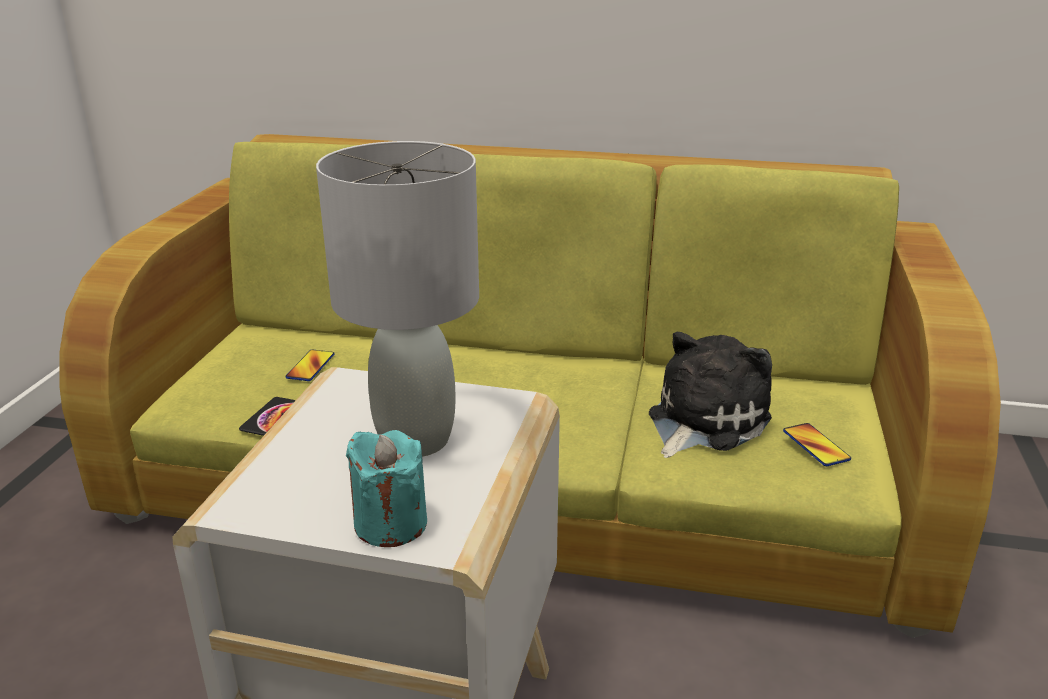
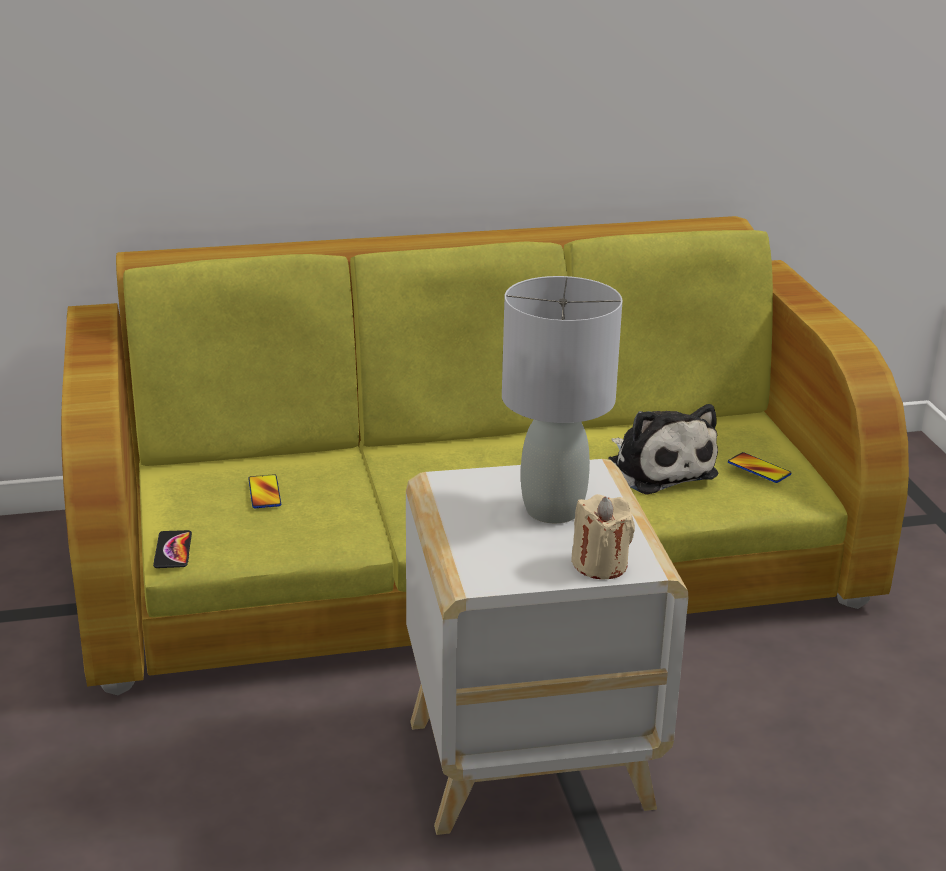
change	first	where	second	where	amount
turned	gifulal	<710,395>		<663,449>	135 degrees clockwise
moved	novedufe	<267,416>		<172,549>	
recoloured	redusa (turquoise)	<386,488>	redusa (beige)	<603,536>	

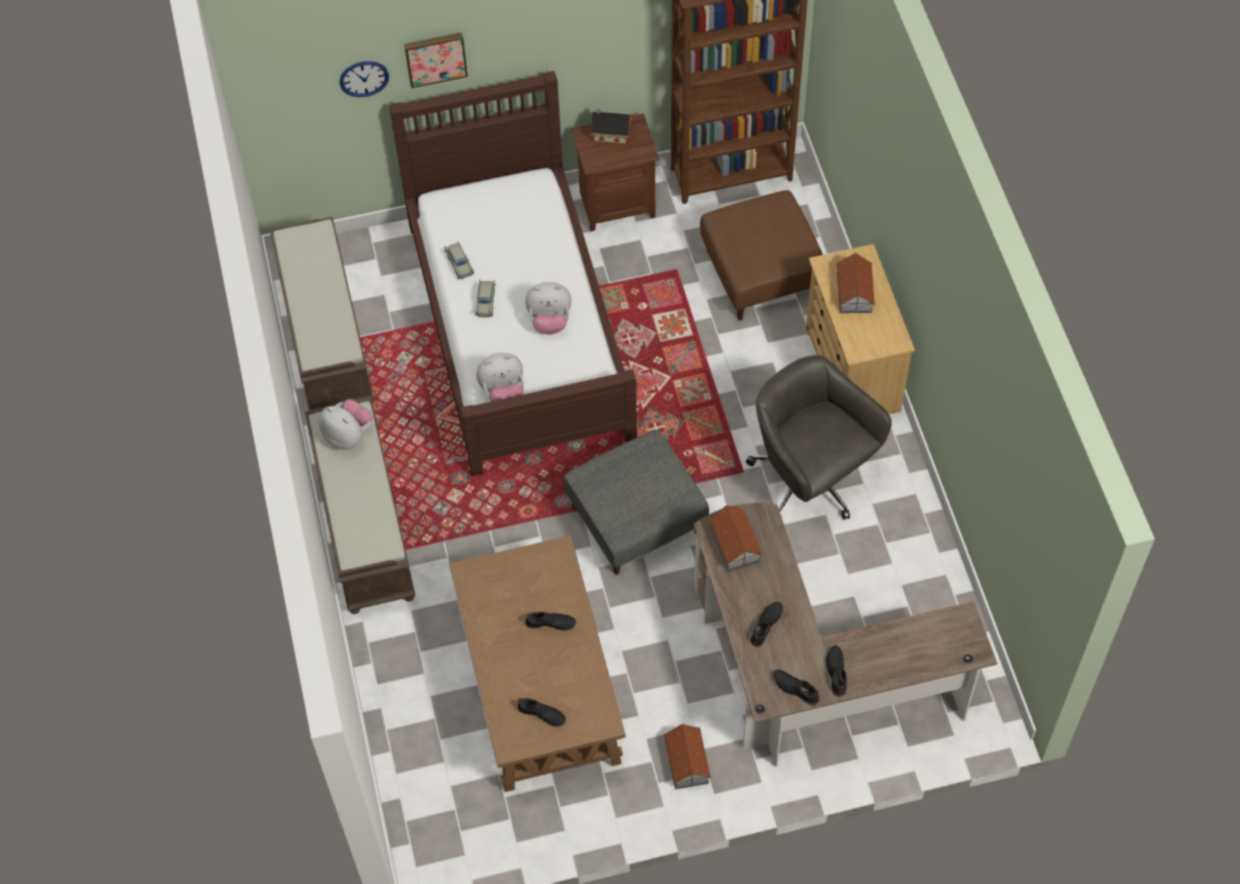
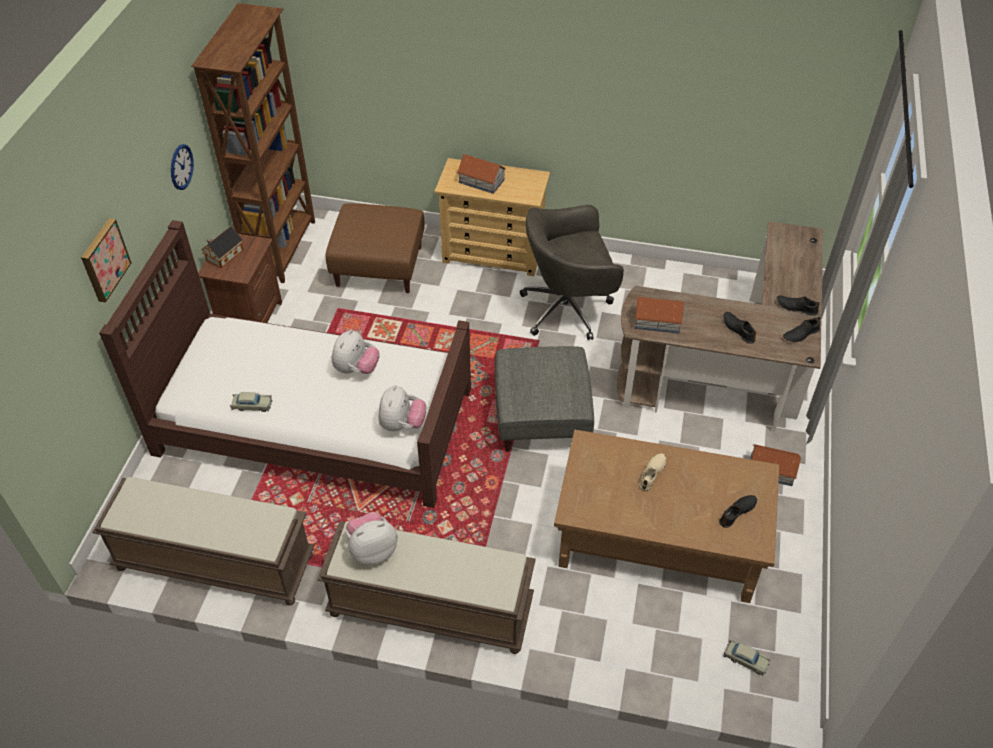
change	first	where	second	where	amount
moved	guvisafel	<364,79>		<182,167>	
moved	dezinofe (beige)	<485,298>		<747,658>	
recoloured	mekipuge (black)	<550,621>	mekipuge (beige)	<652,472>	

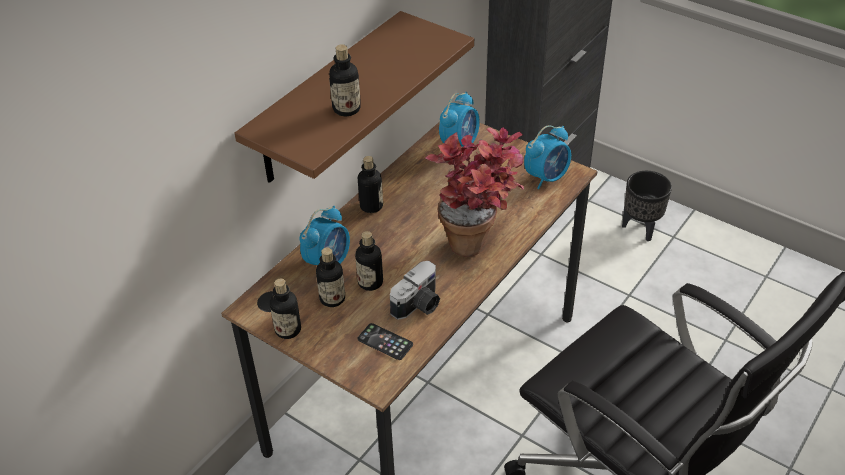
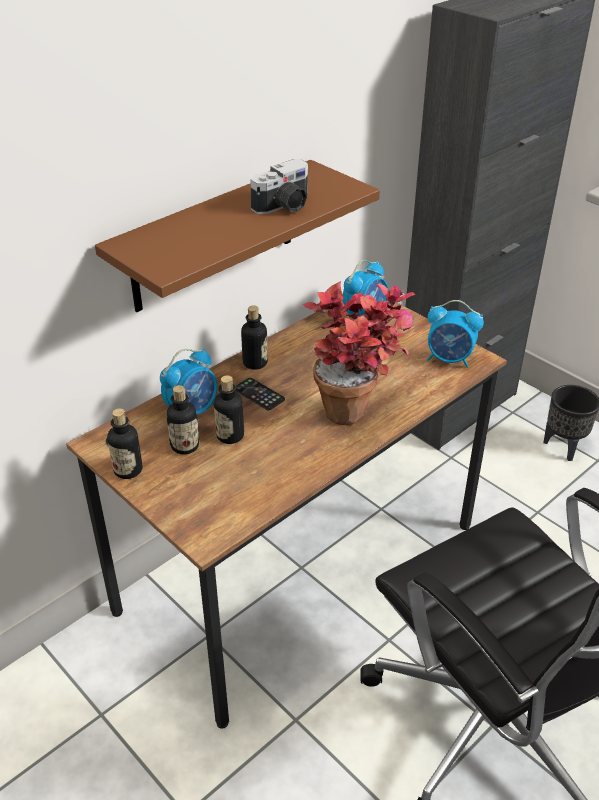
change	first	where	second	where	amount
removed	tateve	<345,80>			
turned	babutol	<547,157>		<455,334>	45 degrees clockwise
moved	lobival	<415,290>		<279,186>	
moved	novedufe	<385,341>		<260,394>	

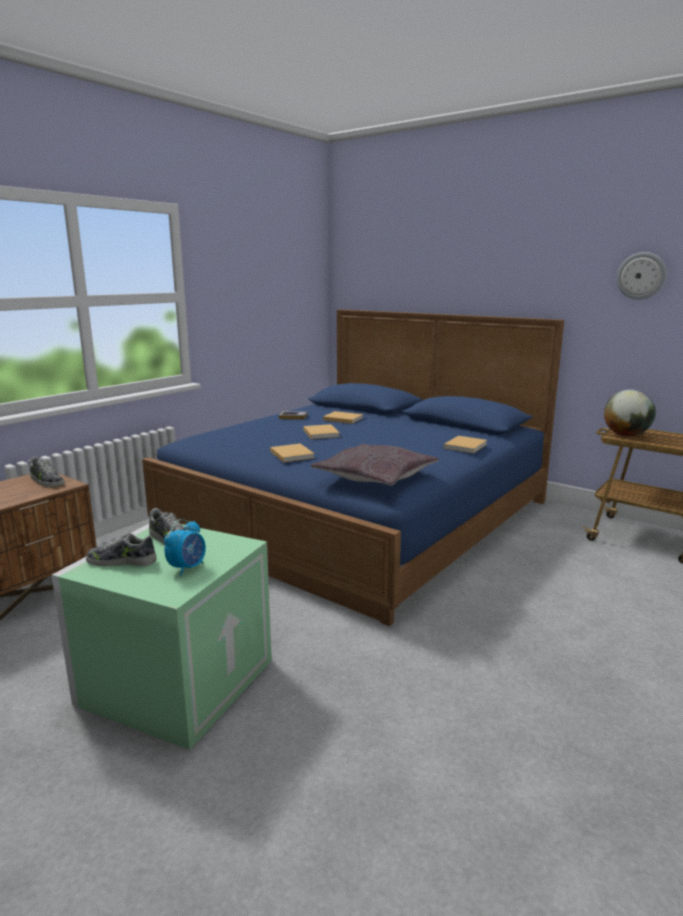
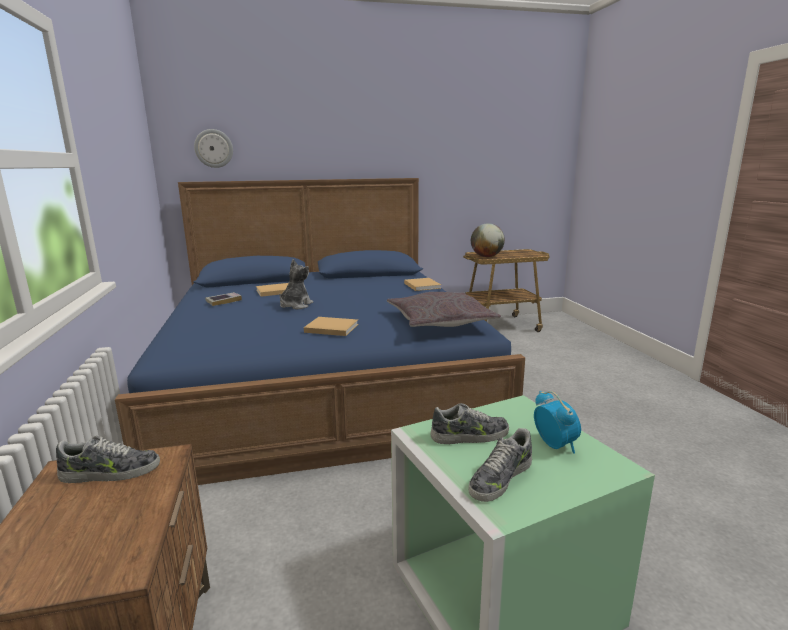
change	first	where	second	where	amount
moved	guvisafel	<642,276>		<213,148>	
replaced	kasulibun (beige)	<321,431>	gifulal	<296,284>	

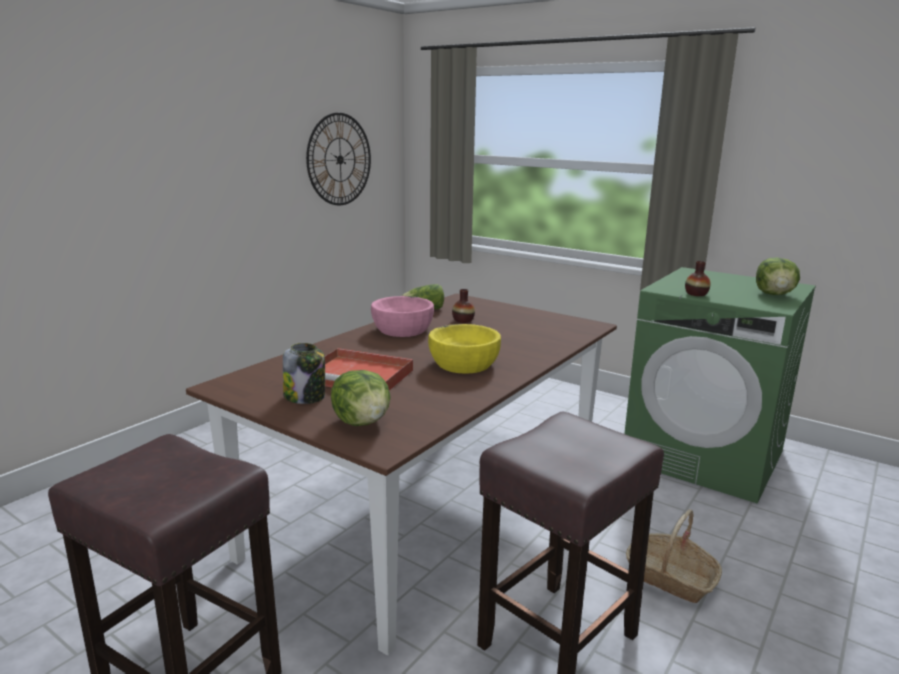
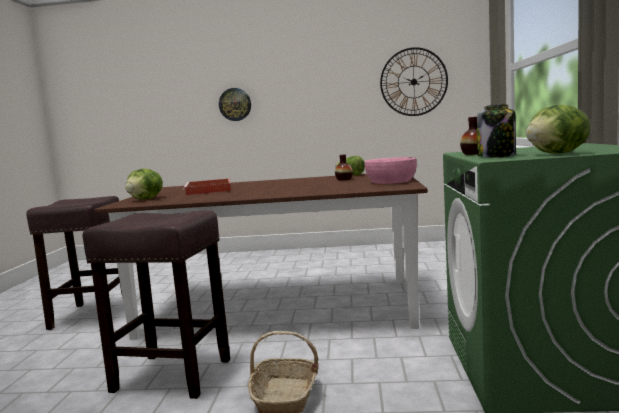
change	first	where	second	where	amount
moved	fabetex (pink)	<402,316>		<391,170>	
removed	fabetex (yellow)	<464,349>			
moved	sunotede	<304,373>		<496,131>	
added			guvisafel	<235,104>	

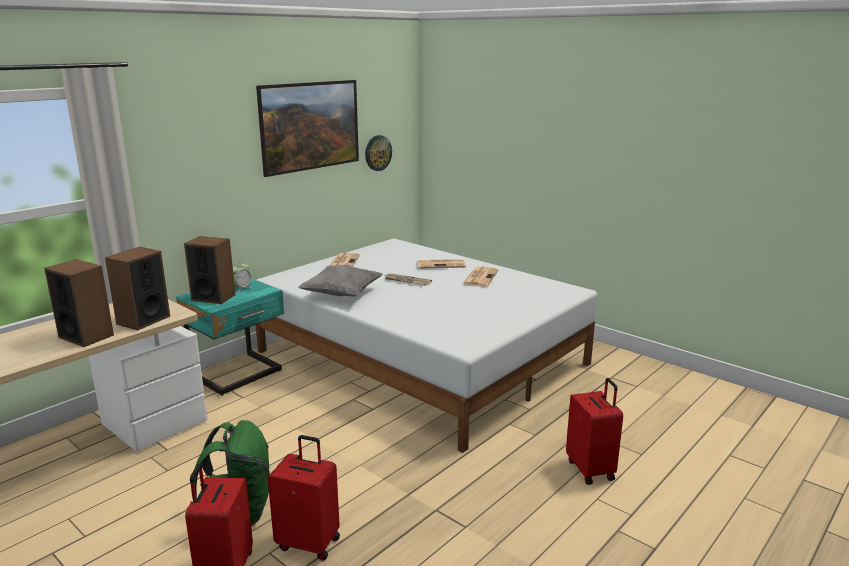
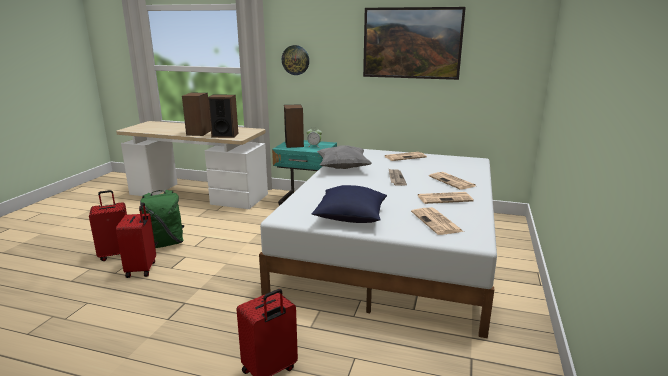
change	first	where	second	where	amount
moved	guvisafel	<378,153>		<295,60>	
added			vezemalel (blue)	<349,204>	
added			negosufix	<437,221>	

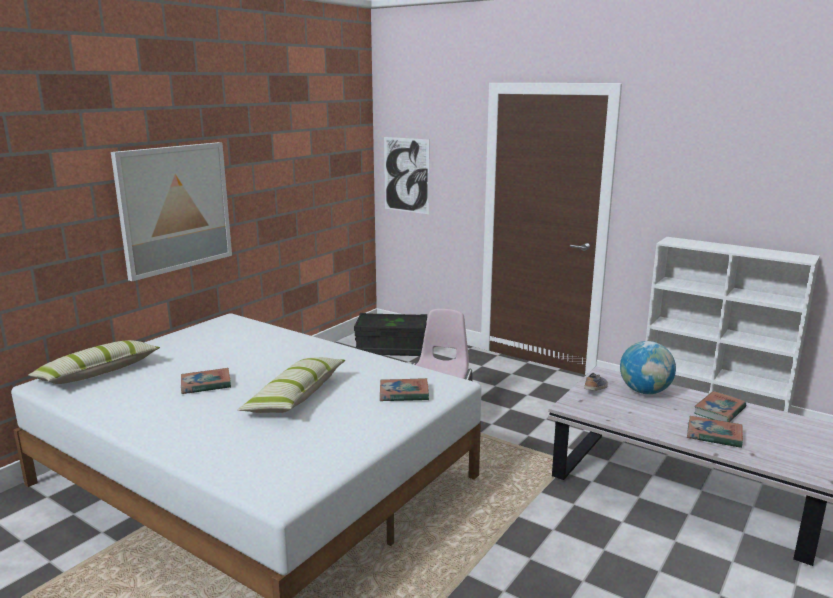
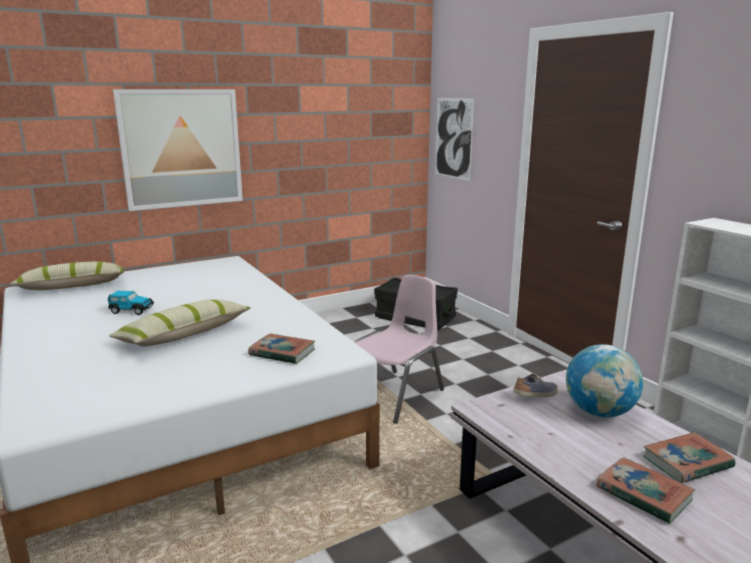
change	first	where	second	where	amount
replaced	kasulibun	<206,381>	dezinofe	<131,303>	

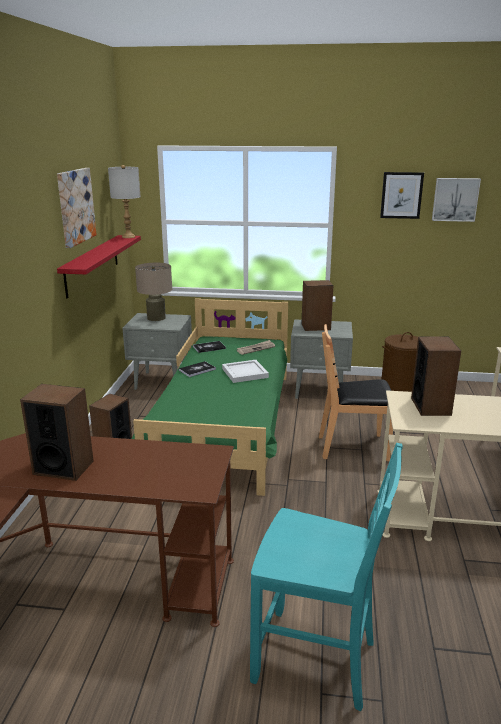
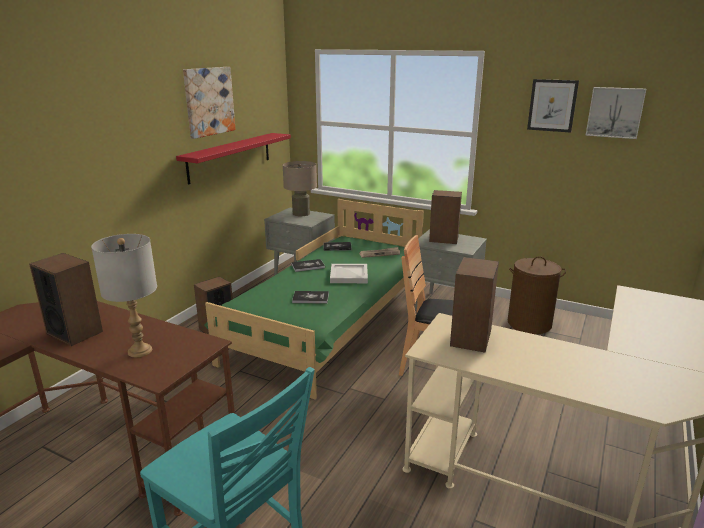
change	first	where	second	where	amount
moved	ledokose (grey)	<124,201>		<124,295>	
added			kasulibun	<310,297>	

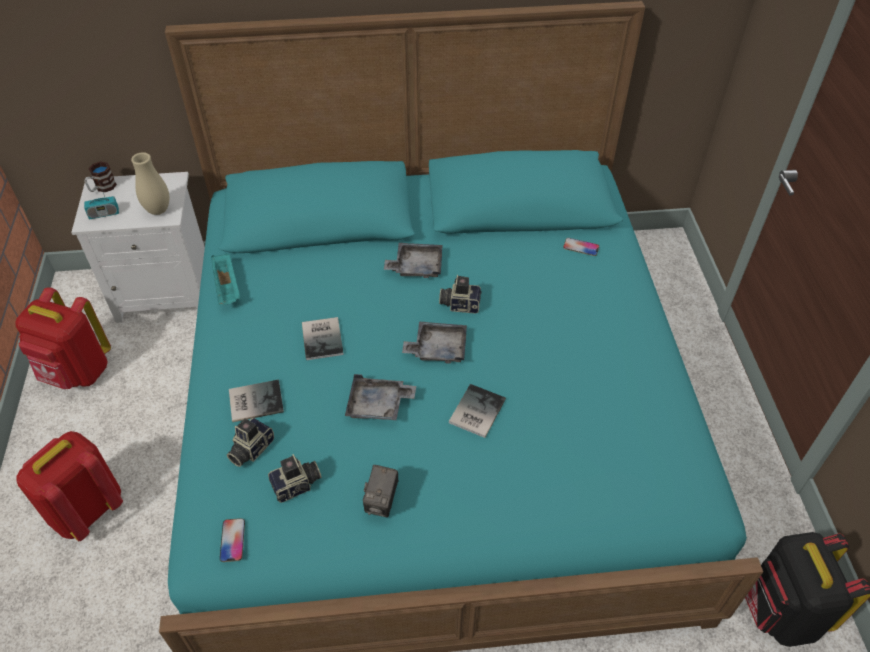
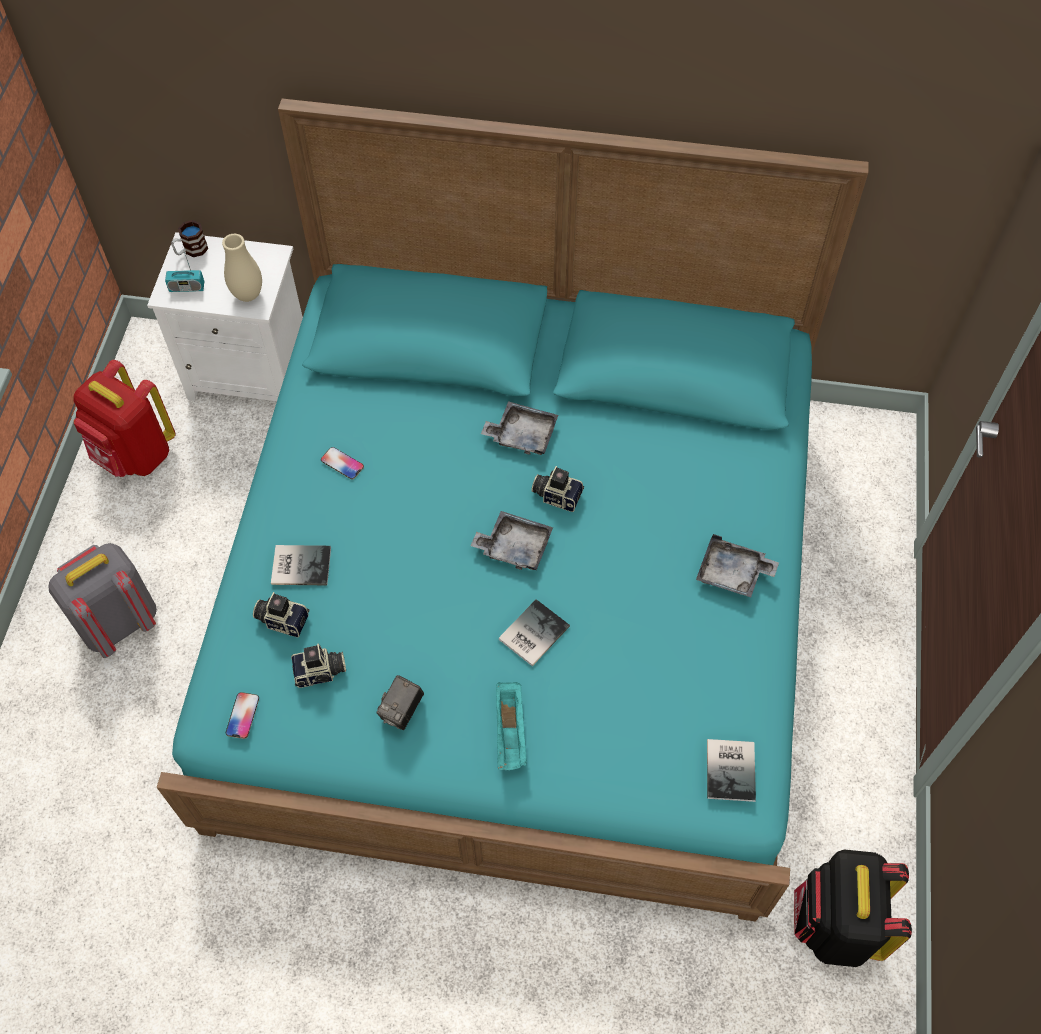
change	first	where	second	where	amount
moved	novedufe	<581,247>		<342,463>	
moved	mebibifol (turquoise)	<225,279>		<511,726>	
moved	kasulibun	<323,338>		<731,770>	
moved	mebibifol (grey)	<380,397>		<737,565>	
turned	lobival	<250,442>		<281,614>	60 degrees clockwise
recoloured	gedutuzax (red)	<70,486>	gedutuzax (grey)	<102,600>	

